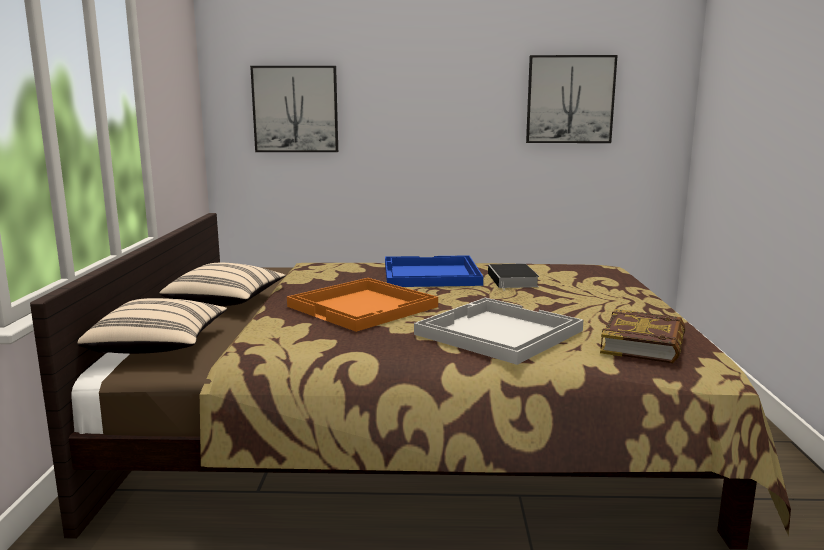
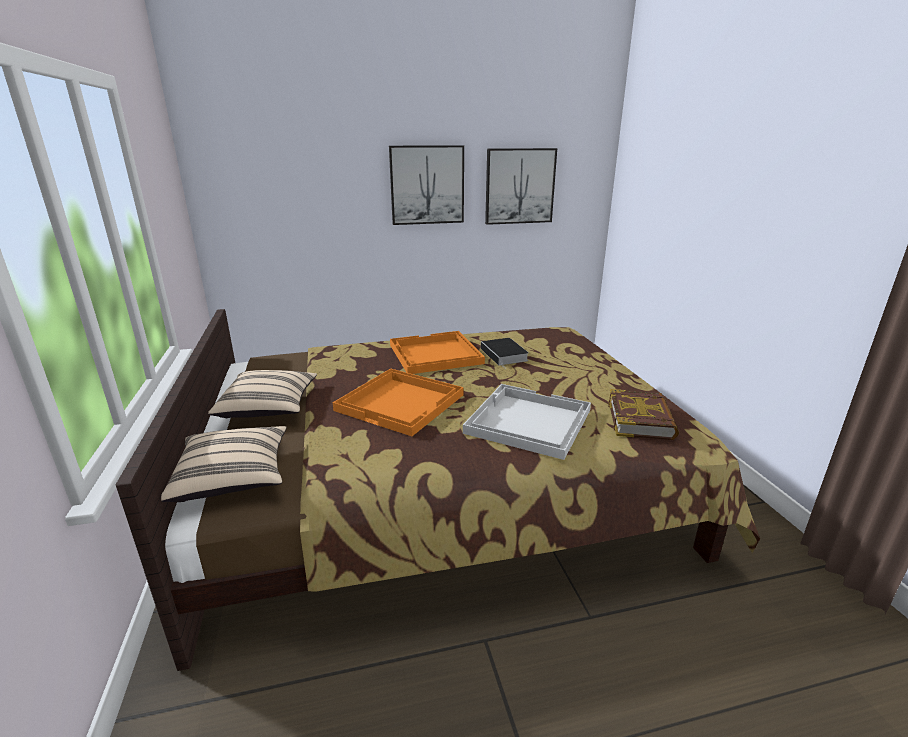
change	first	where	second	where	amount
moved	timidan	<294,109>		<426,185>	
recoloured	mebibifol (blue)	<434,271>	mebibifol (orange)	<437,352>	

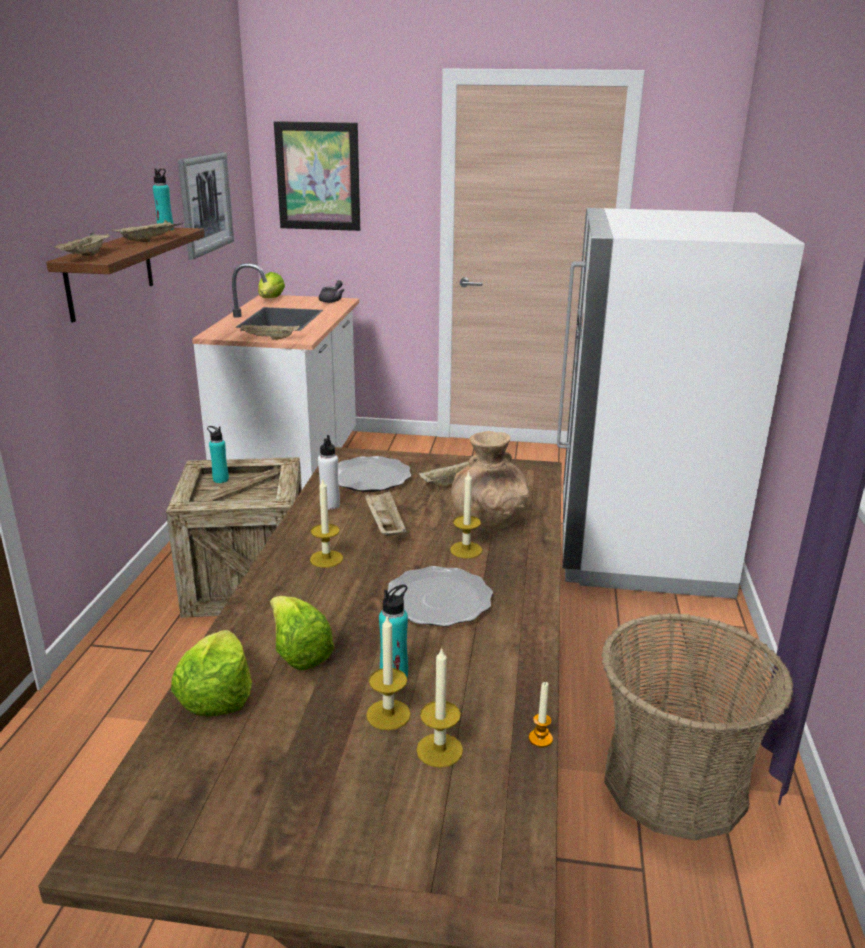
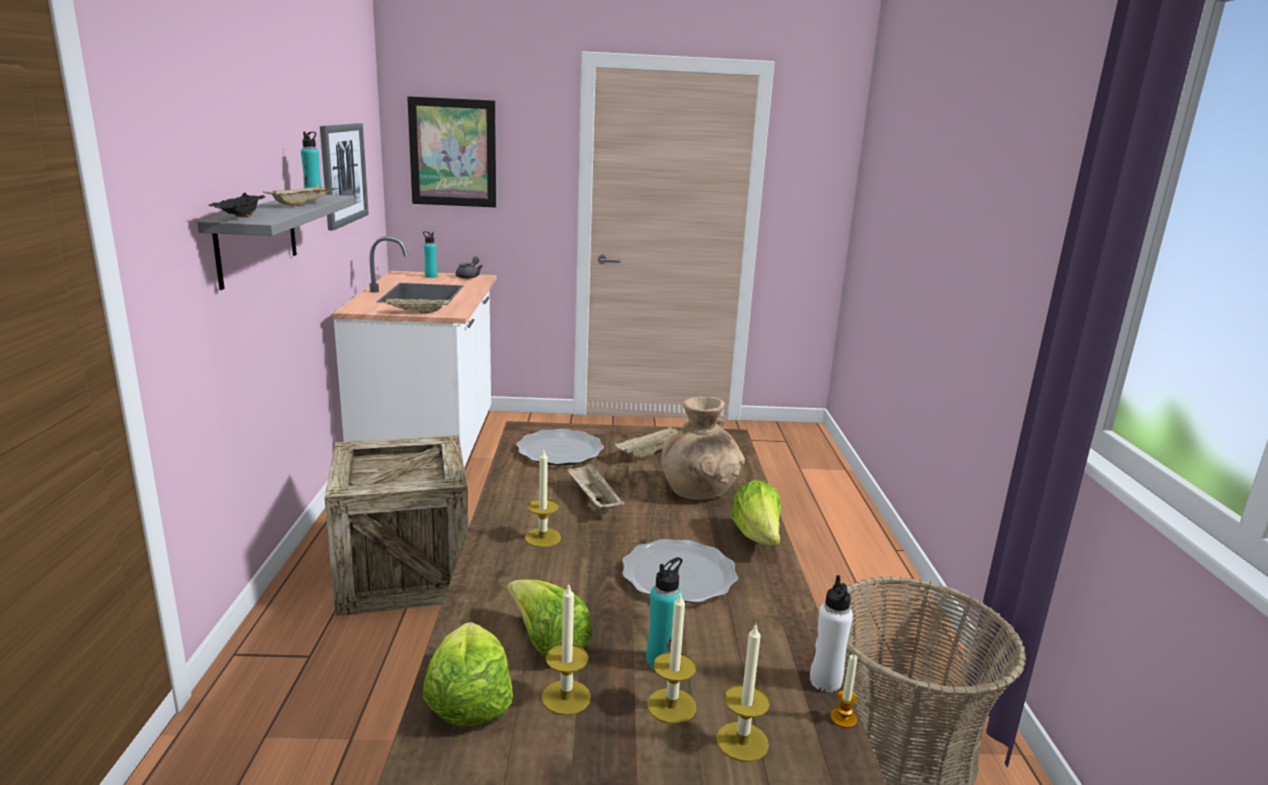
change	first	where	second	where	amount
removed	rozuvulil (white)	<681,403>			
recoloured	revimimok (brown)	<125,275>	revimimok (grey)	<276,242>	
recoloured	mebibifol (beige)	<82,244>	mebibifol (black)	<237,205>	
moved	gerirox	<271,285>		<756,512>	
moved	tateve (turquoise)	<218,454>		<430,254>	
moved	tateve (white)	<329,472>		<831,633>	
moved	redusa	<466,514>		<566,649>	

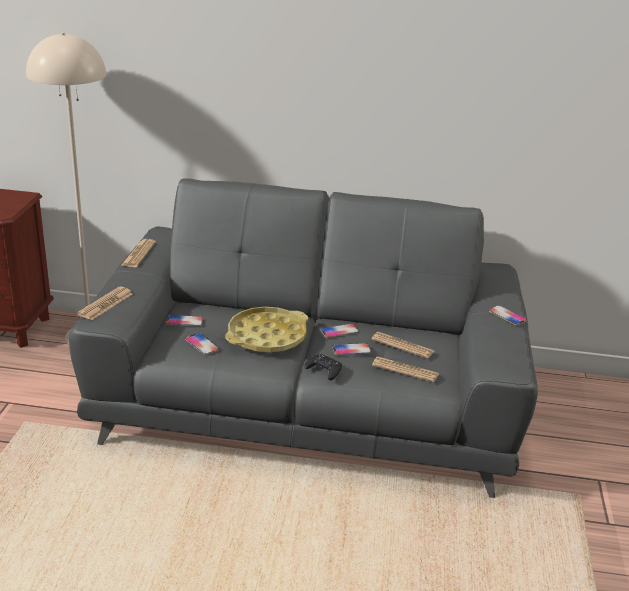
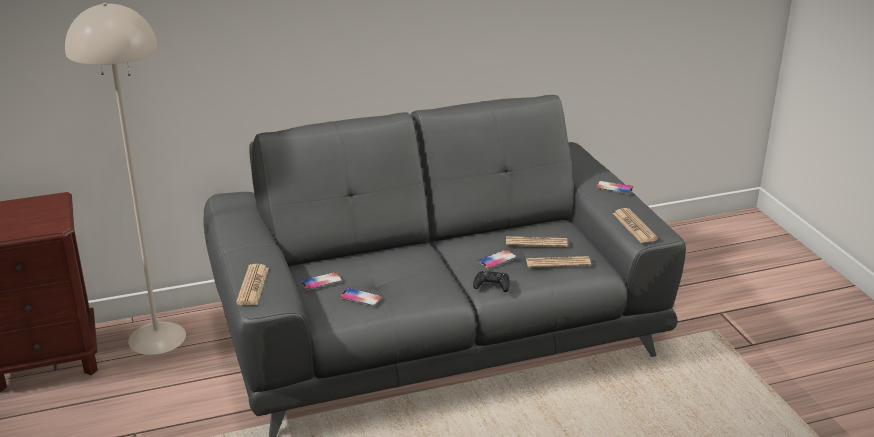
change	first	where	second	where	amount
moved	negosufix	<139,253>		<635,225>	
removed	mebibifol (yellow)	<266,330>			
removed	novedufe	<340,331>			

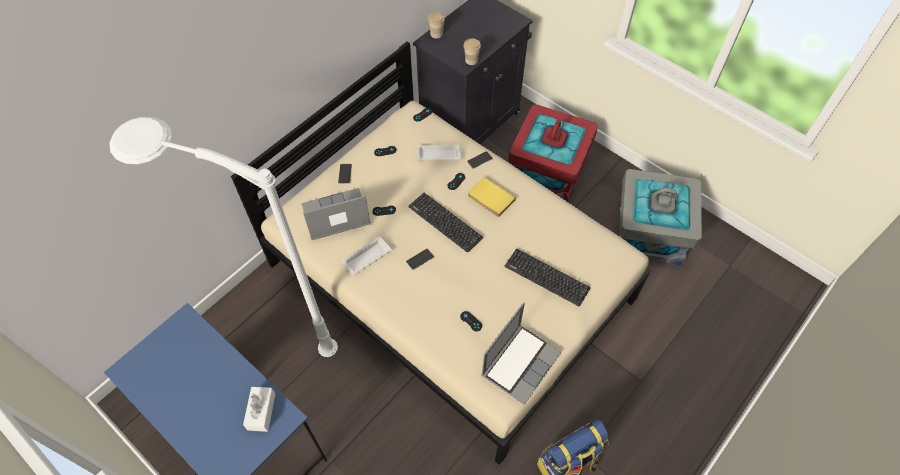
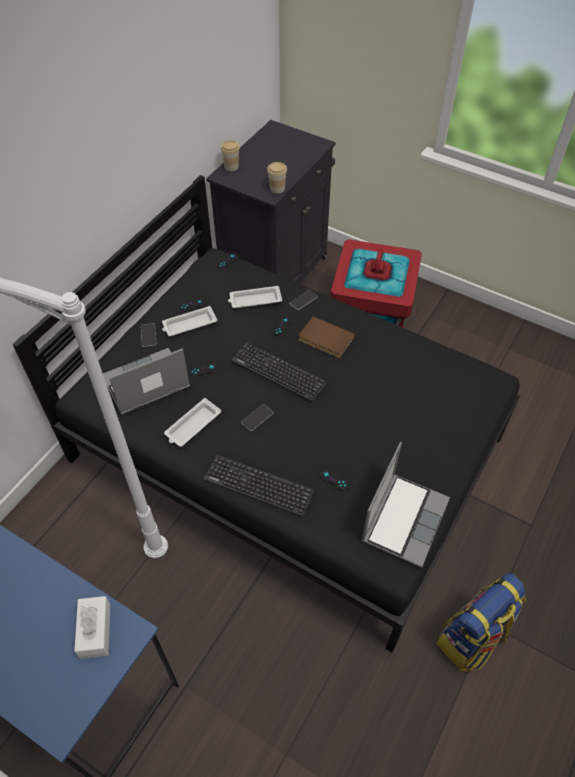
change	first	where	second	where	amount
recoloured	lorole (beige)	<441,253>	lorole (black)	<266,414>	
removed	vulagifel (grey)	<660,217>			
recoloured	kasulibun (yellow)	<492,197>	kasulibun (brown)	<326,337>	
moved	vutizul	<547,277>		<258,486>	
added			mebibifol (white)	<189,321>	

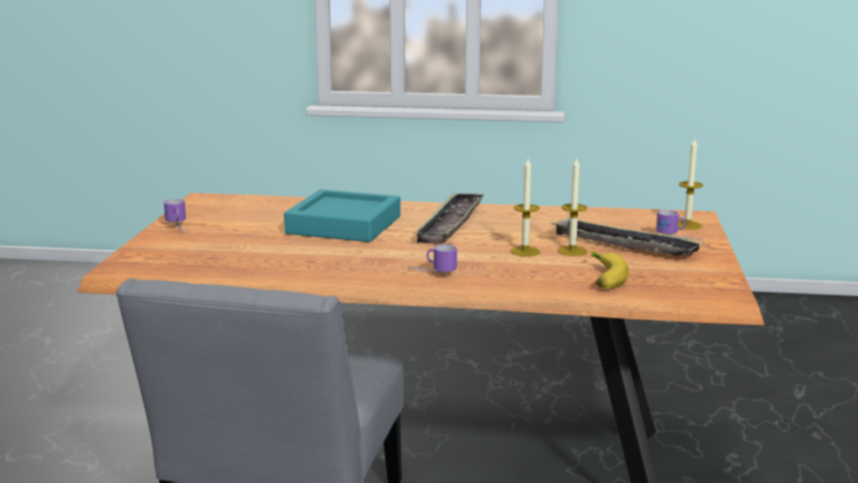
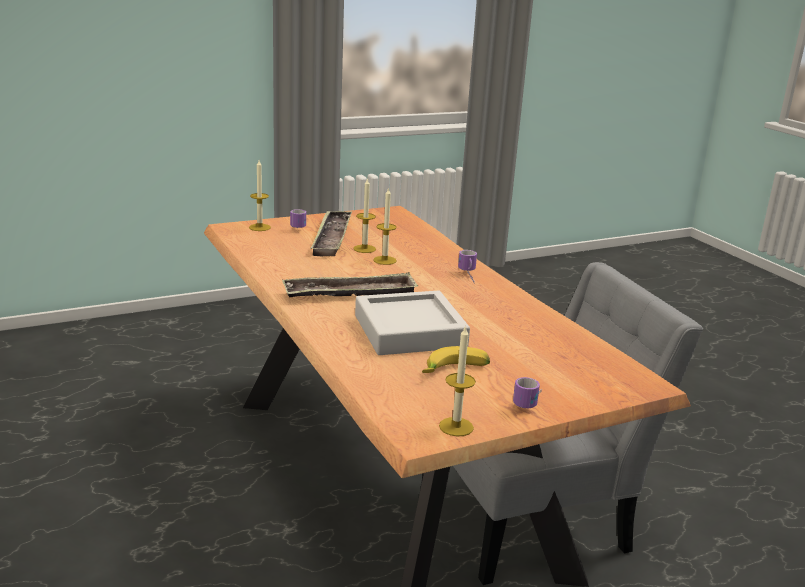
change	first	where	second	where	amount
recoloured	mebibifol (turquoise)	<342,215>	mebibifol (grey)	<412,322>	
moved	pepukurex	<610,269>		<456,359>	
added			redusa	<457,380>	

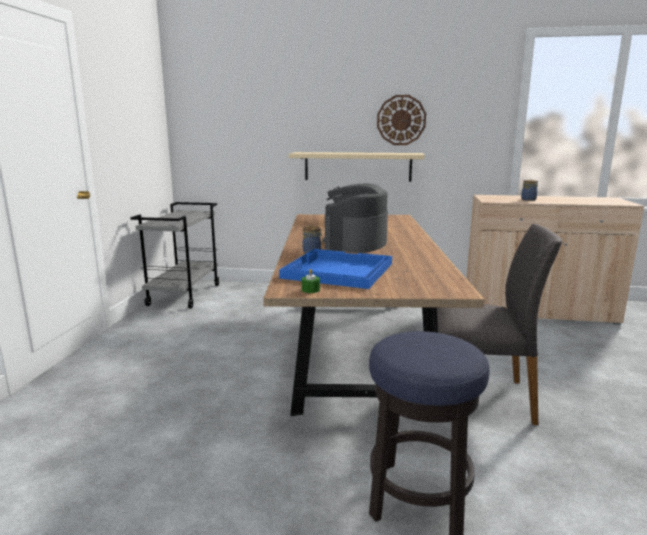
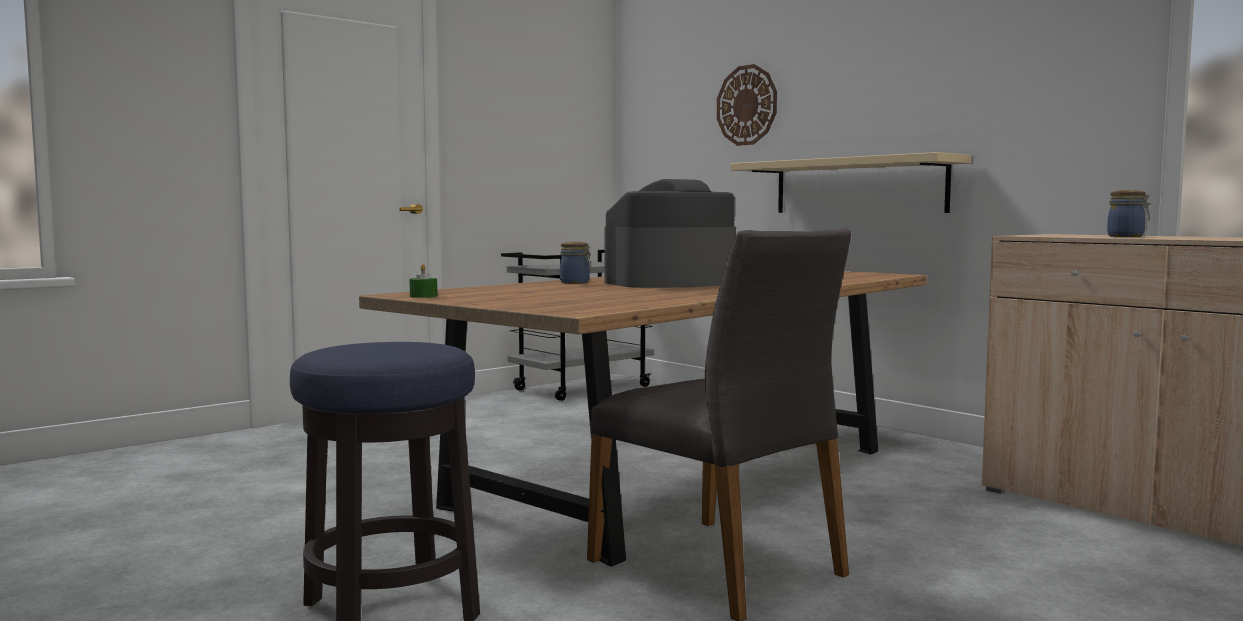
change	first	where	second	where	amount
moved	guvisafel	<401,120>		<747,105>	
removed	mebibifol (blue)	<335,269>			

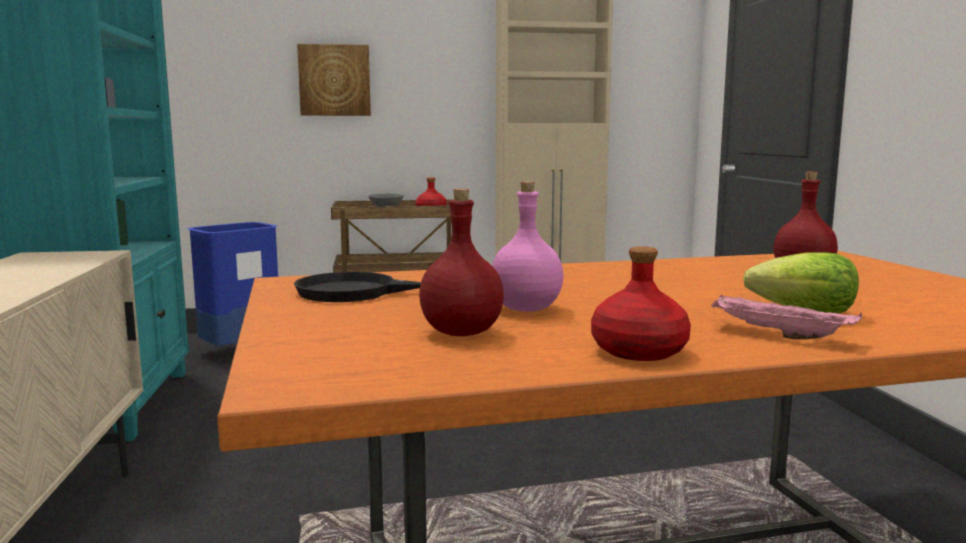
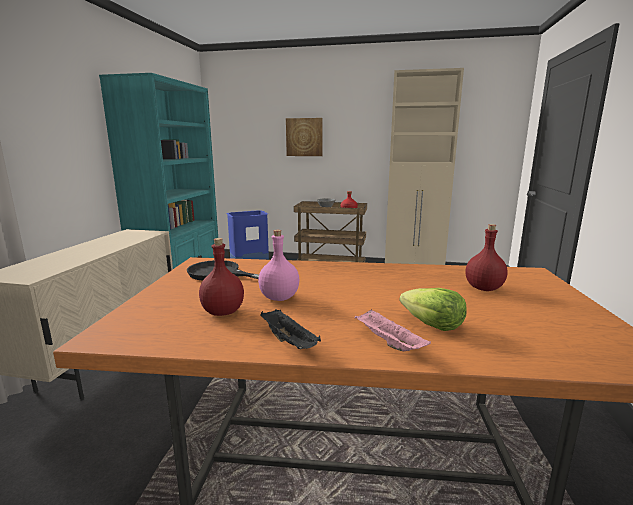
change	first	where	second	where	amount
replaced	tateve (red)	<641,303>	mebibifol (black)	<291,329>	

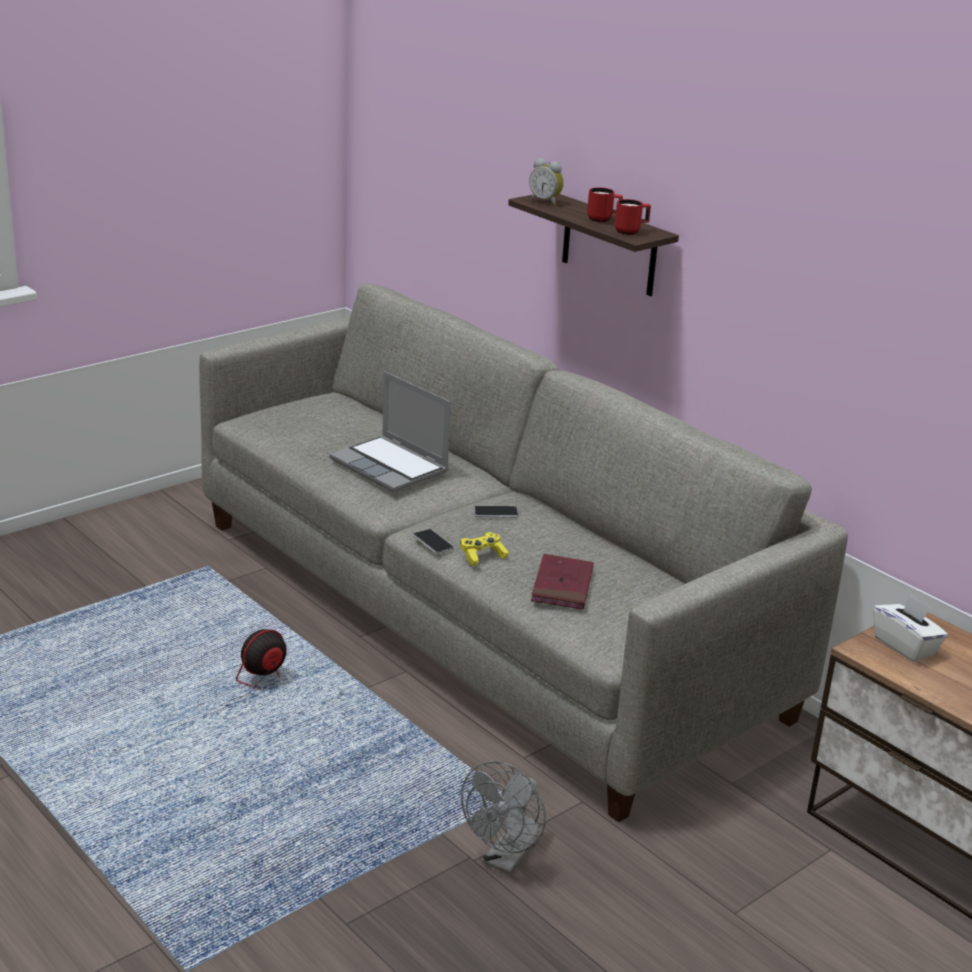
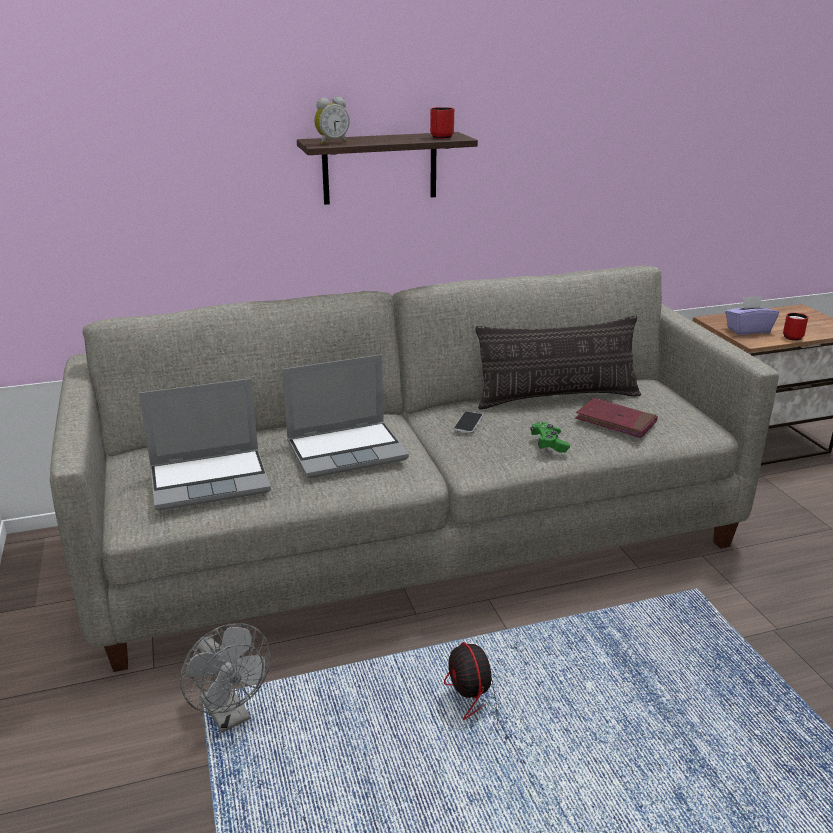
change	first	where	second	where	amount
moved	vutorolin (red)	<605,204>		<795,327>	
removed	novedufe	<433,541>			
recoloured	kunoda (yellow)	<484,549>	kunoda (green)	<550,437>	
recoloured	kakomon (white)	<910,628>	kakomon (purple)	<752,315>	
moved	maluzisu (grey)	<503,818>		<225,678>	
added			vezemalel	<558,362>	
added			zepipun	<205,444>	

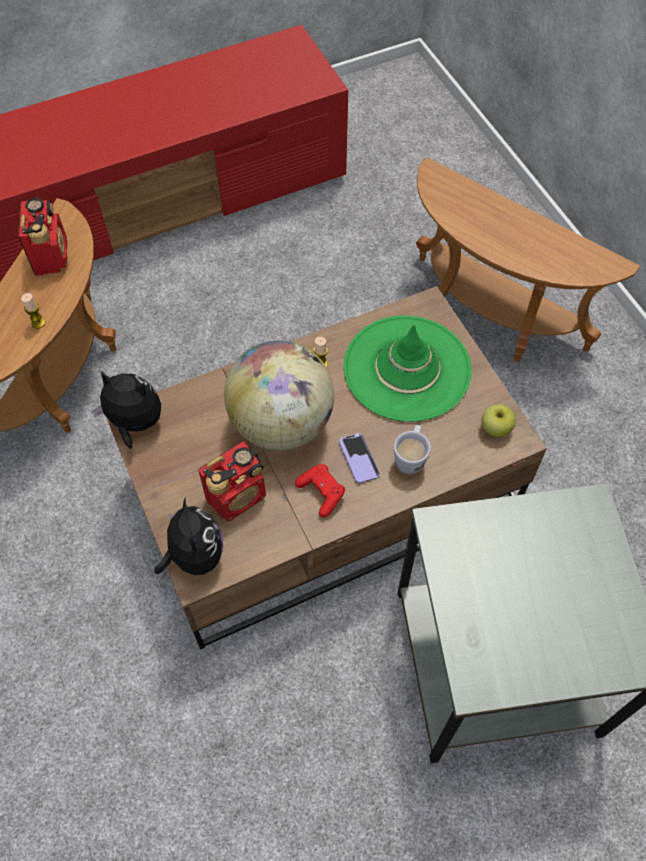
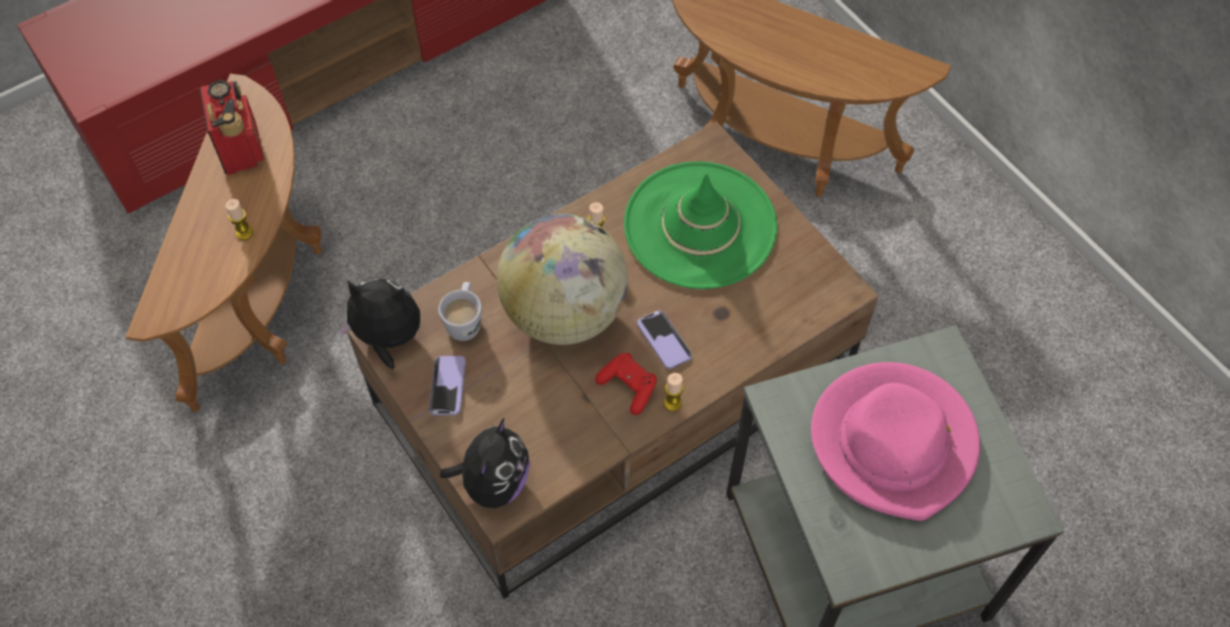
change	first	where	second	where	amount
removed	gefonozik	<498,420>			
moved	vutorolin (white)	<412,449>		<460,311>	
removed	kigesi	<232,481>			
turned	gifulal	<189,536>		<485,462>	45 degrees clockwise
added			novedufe	<447,385>	
added			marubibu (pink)	<895,441>	
added			redusa	<674,392>	

